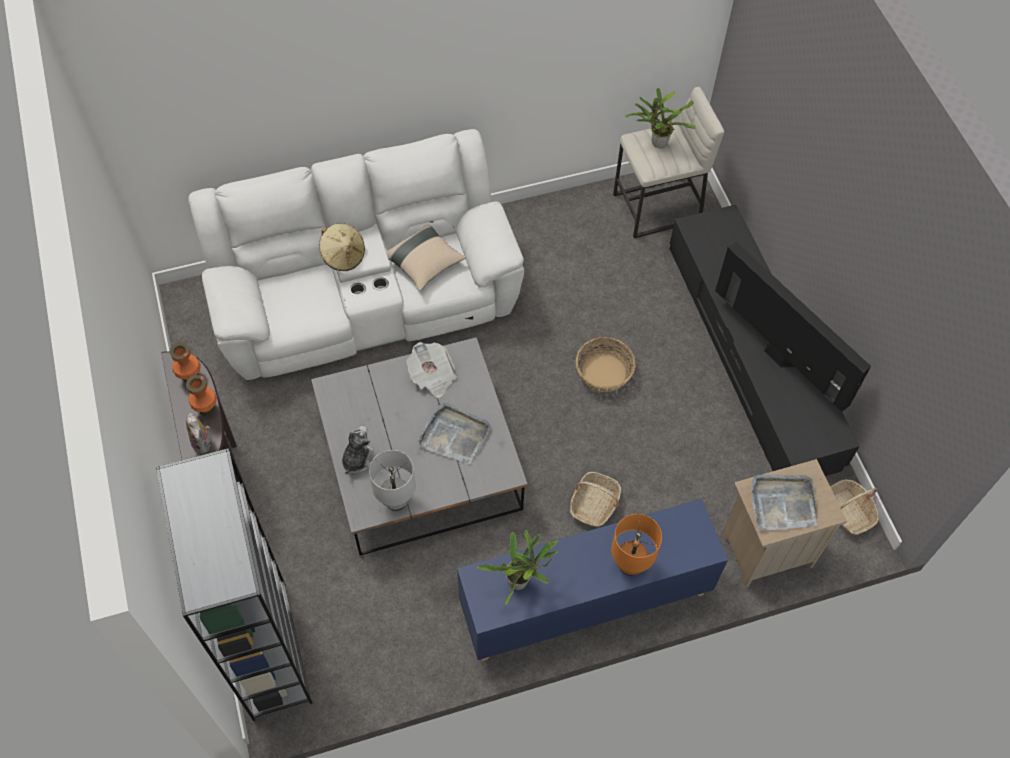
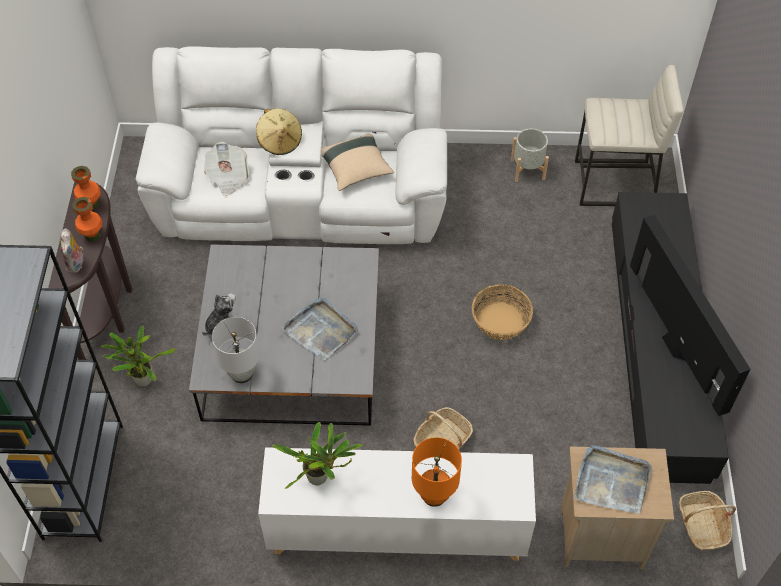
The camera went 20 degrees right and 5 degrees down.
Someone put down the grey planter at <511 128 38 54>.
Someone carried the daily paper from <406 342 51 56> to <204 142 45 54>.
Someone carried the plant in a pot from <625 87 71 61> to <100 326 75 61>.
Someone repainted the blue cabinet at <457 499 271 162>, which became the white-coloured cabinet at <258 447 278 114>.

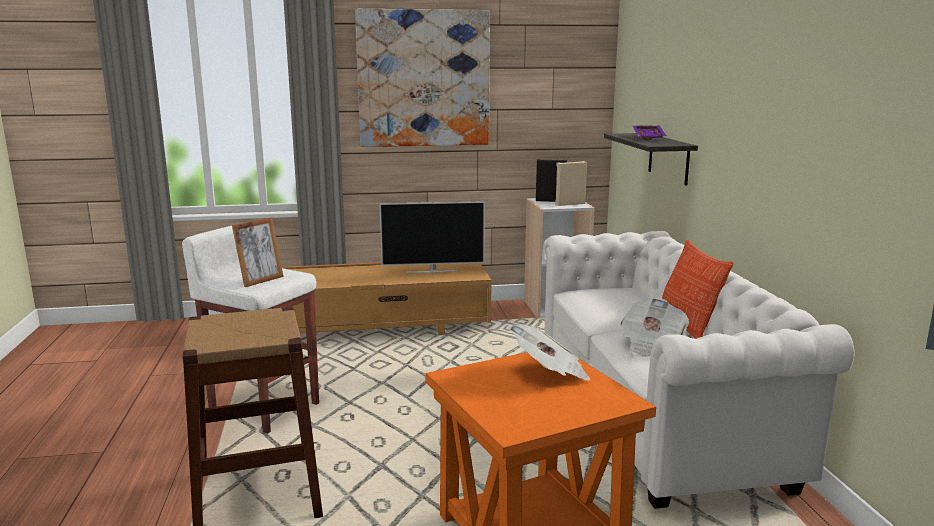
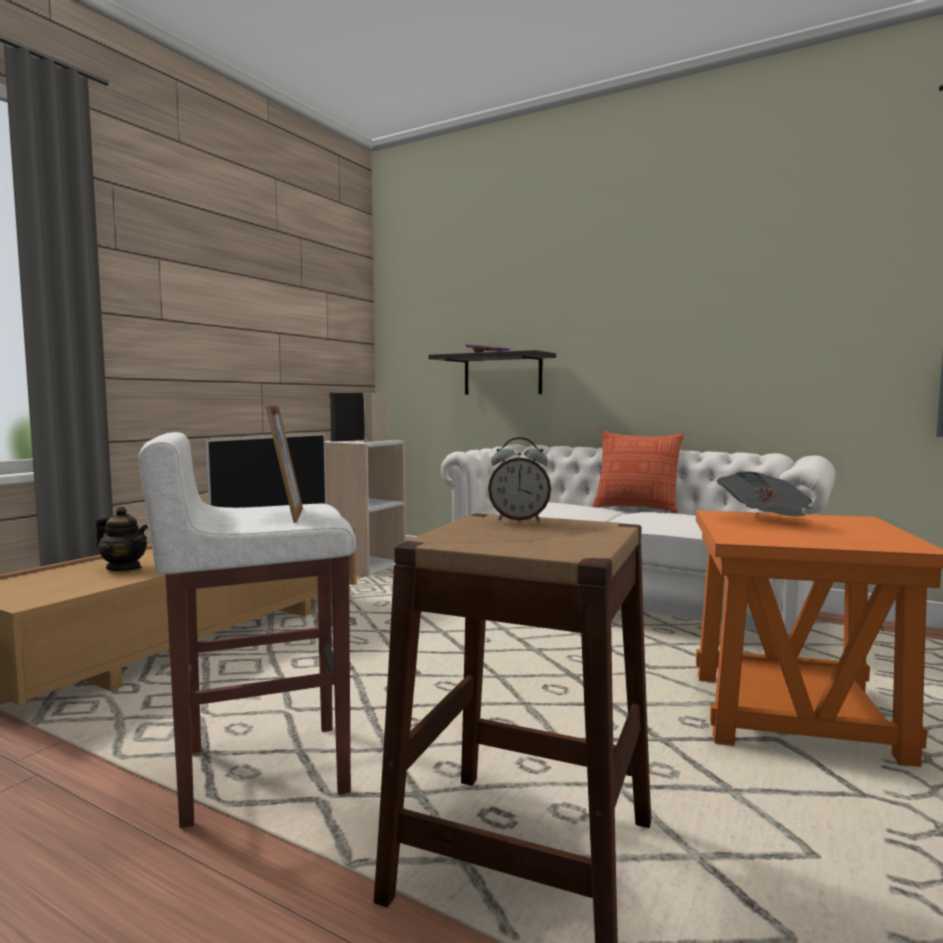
The camera went 50 degrees left and 10 degrees down.
Someone took away the wall picture at <355 9 135 138>.
Someone took away the daily paper at <620 298 69 59>.
Someone put down the teapot at <96 507 52 64>.
Someone put down the alarm clock at <488 437 63 84>.

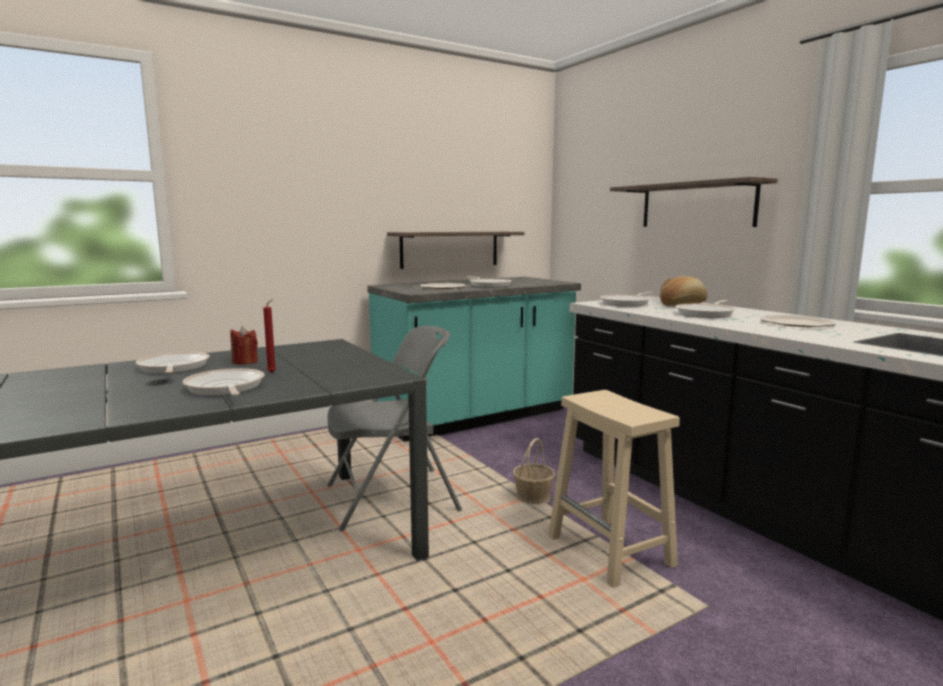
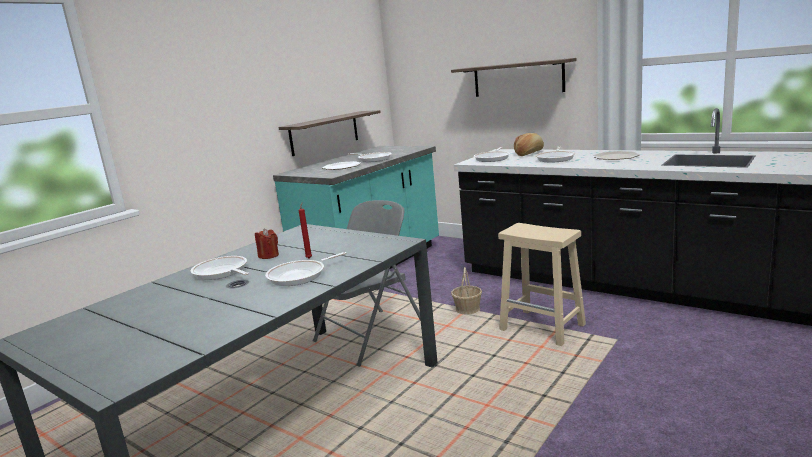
The camera went 20 degrees left and 5 degrees up.
Someone rotated the pan at <183 368 82 28> by 75 degrees counterclockwise.

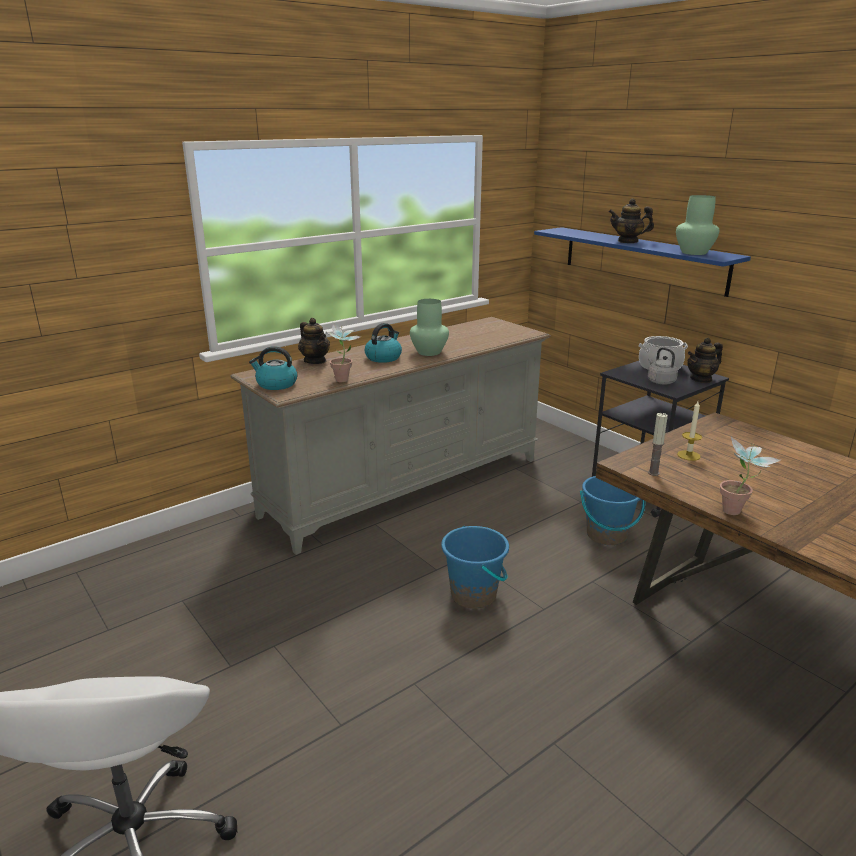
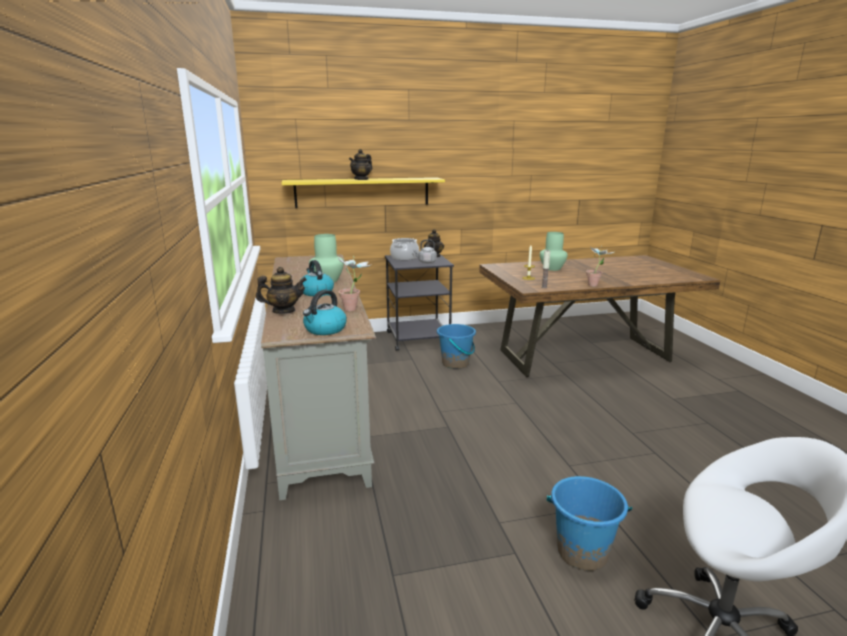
The camera went 65 degrees left and 5 degrees down.
Someone carried the blue bucket from <441 526 68 83> to <547 476 85 95>.
Someone carried the greenish decorative vase from <676 195 43 60> to <540 232 28 39>.
Someone repainted the blue wall shelf at <534 227 217 70>, which became the yellow wall shelf at <282 177 163 31>.

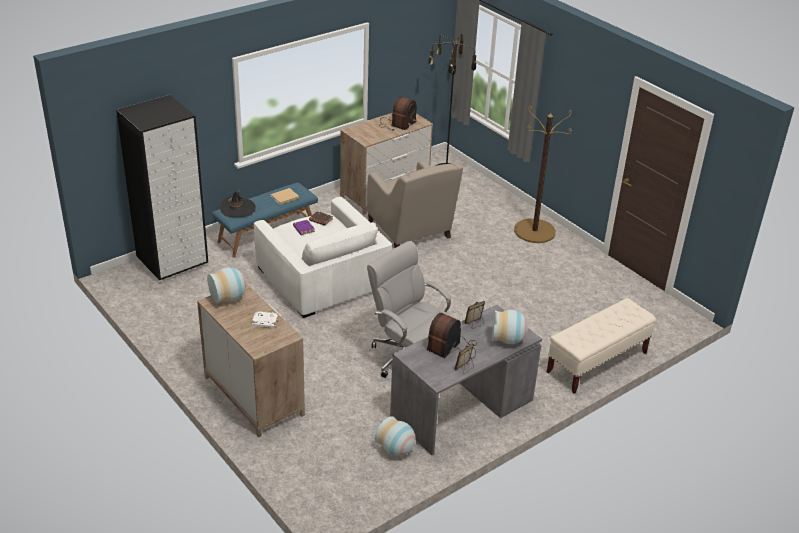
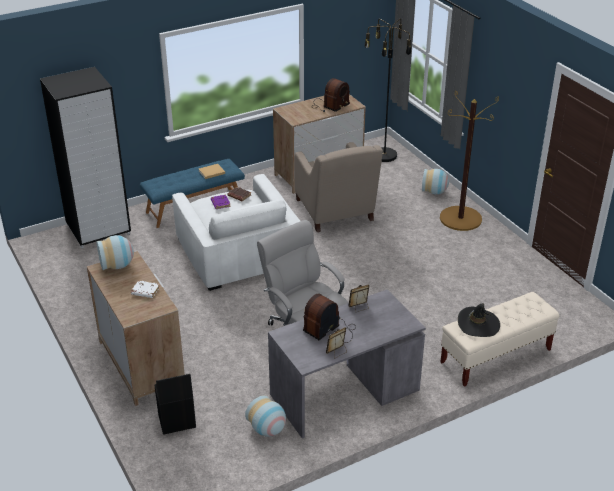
The camera went 10 degrees right and 0 degrees up.
Someone put down the black-coloured storage bin at <154 374 42 61>.
Someone carried the black-coloured hat from <220 190 36 27> to <458 302 42 35>.
Someone carried the decorative vase from <492 310 36 34> to <422 169 27 25>.

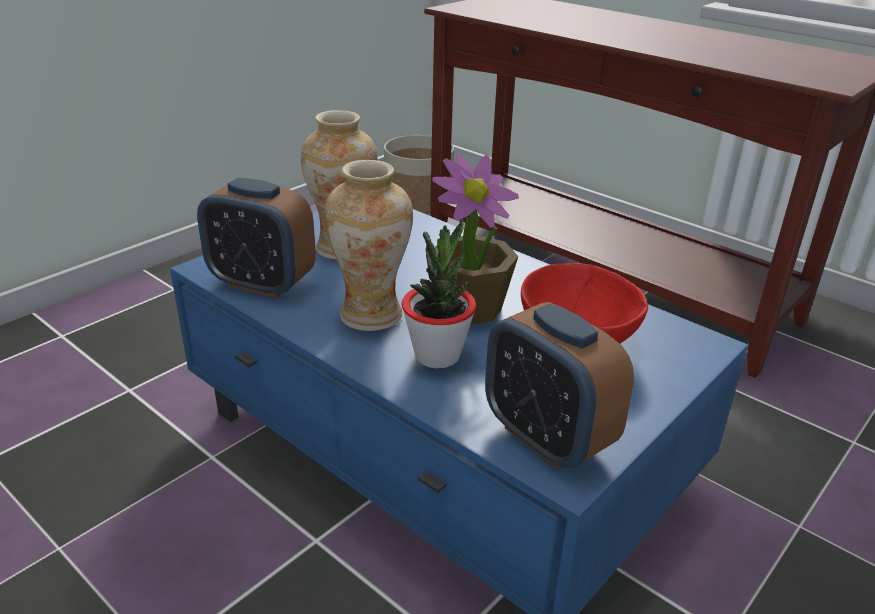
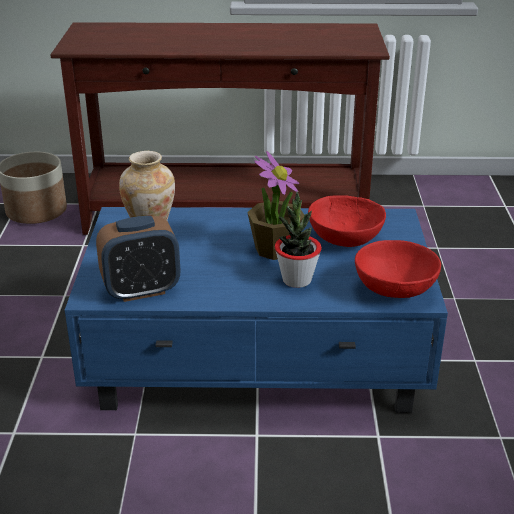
The camera went 40 degrees left and 0 degrees up.
Someone took away the decorative vase at <324 160 89 171>.
Someone swapped the alarm clock at <485 302 149 167> for the reddish serving bowl at <355 240 86 58>.

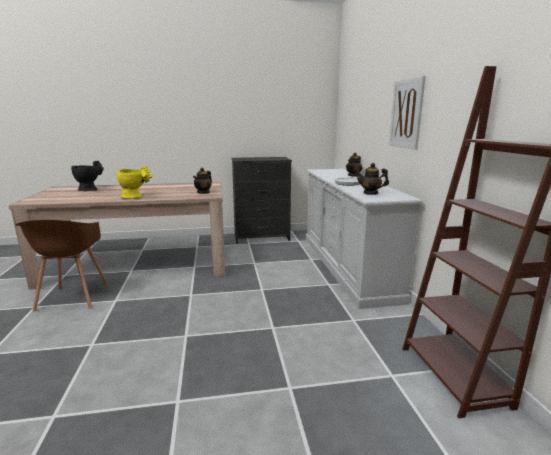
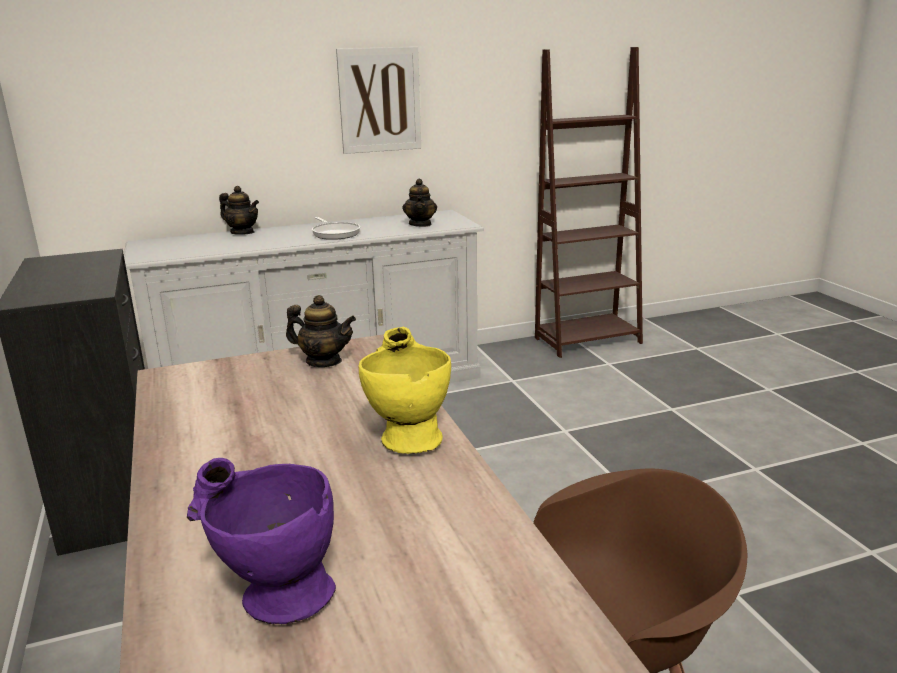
The camera went 100 degrees left and 5 degrees up.
Someone repainted the black-coloured decorative vase at <71 161 33 30>, which became the purple-coloured decorative vase at <187 458 149 166>.

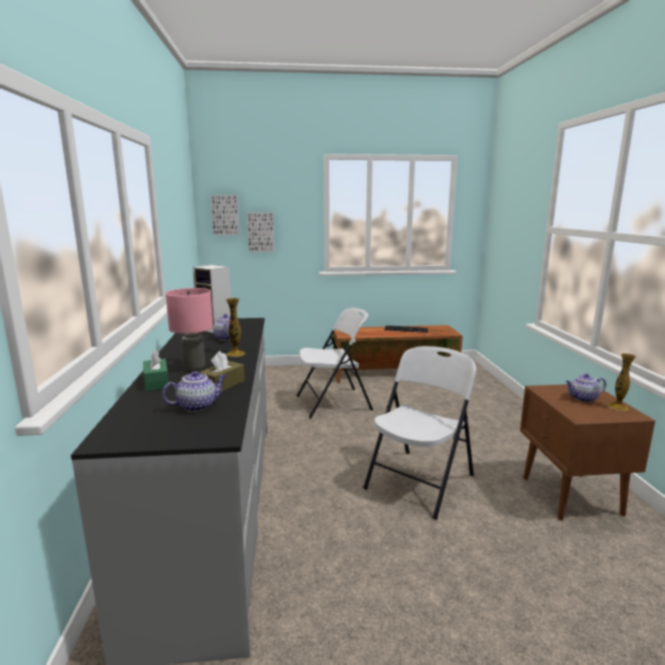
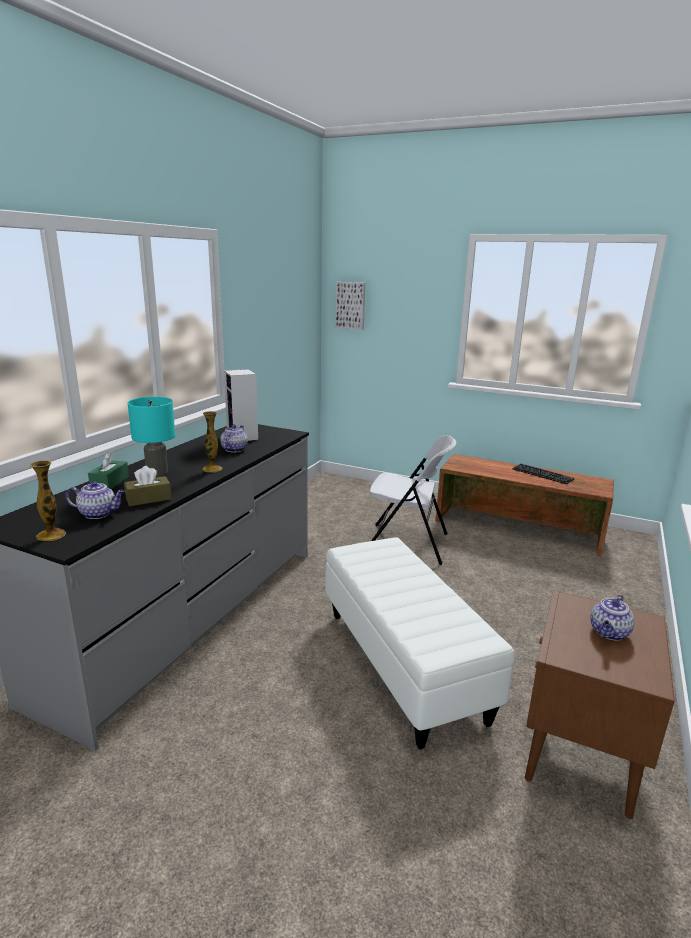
The camera went 30 degrees right and 5 degrees up.
Someone took away the wall picture at <247 212 27 40>.
Someone carried the decorative vase from <607 353 29 58> to <30 460 36 81>.
Someone swapped the white-coloured plain chair at <363 346 113 174> for the white-coloured ottoman at <325 537 190 213>.
Someone repainted the pink-coloured table lamp at <165 288 48 83>, which became the turquoise-coloured table lamp at <128 397 47 81>.
Someone rotated the teapot at <566 374 40 28> by 75 degrees counterclockwise.

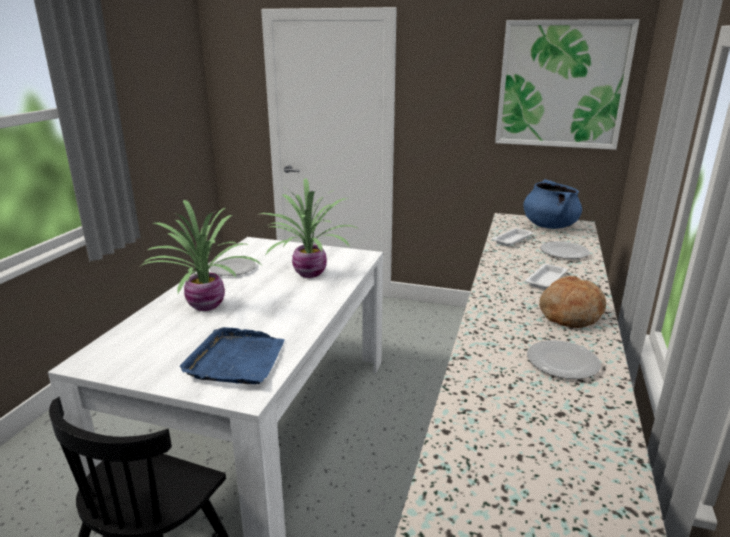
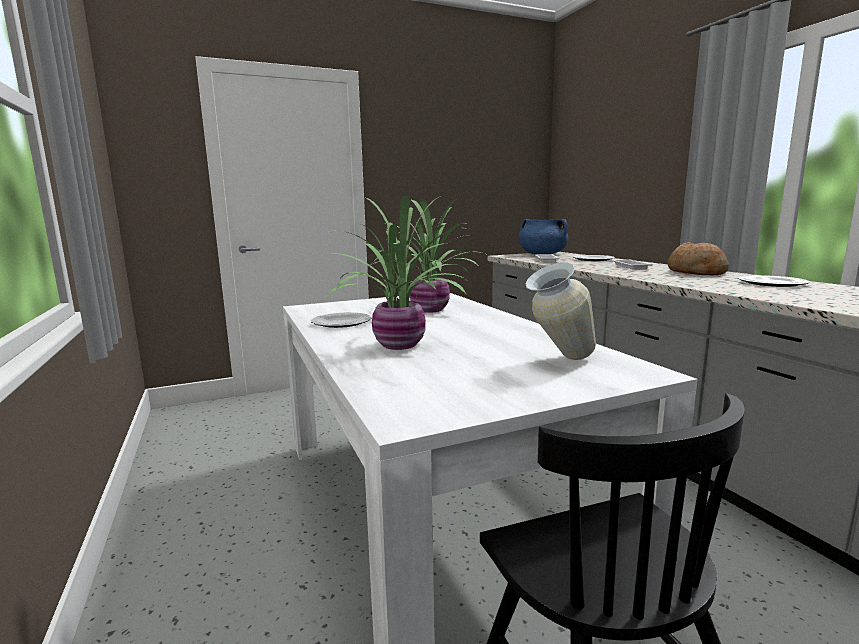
The camera went 40 degrees left and 10 degrees down.
Someone took away the wall picture at <495 19 145 131>.
Someone swapped the blue carrying tray at <179 327 105 57> for the decorative vase at <526 262 70 98>.

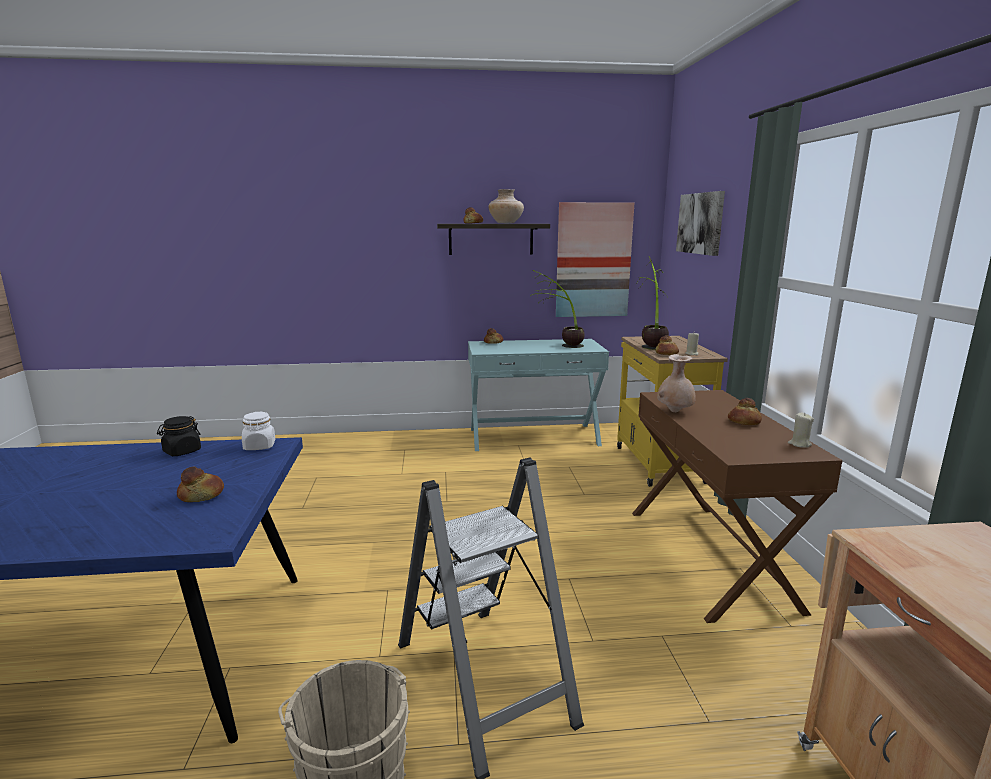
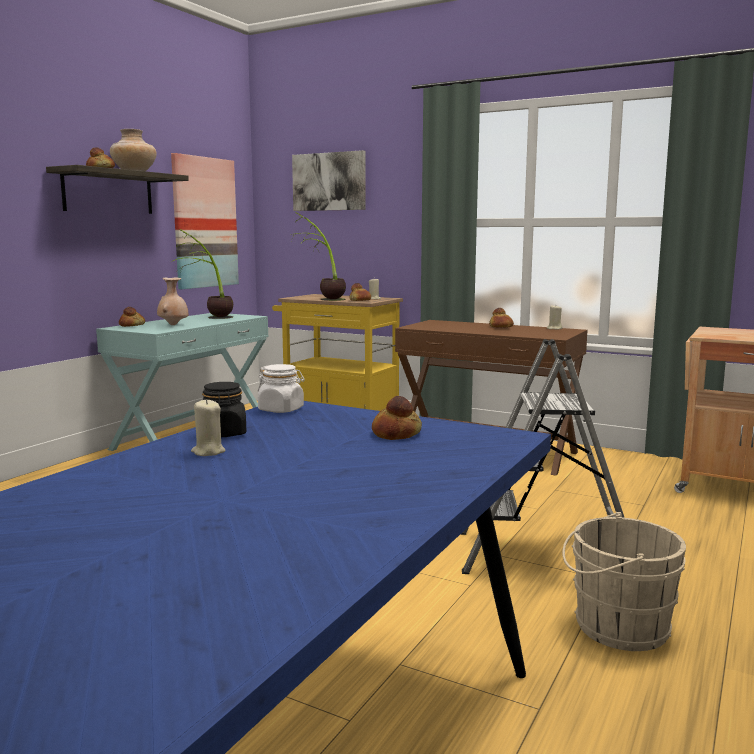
The camera went 55 degrees left and 5 degrees down.
Someone put down the beige wax candle at <191 399 35 57>.
Someone carried the beige decorative vase from <657 354 39 58> to <157 277 31 48>.

